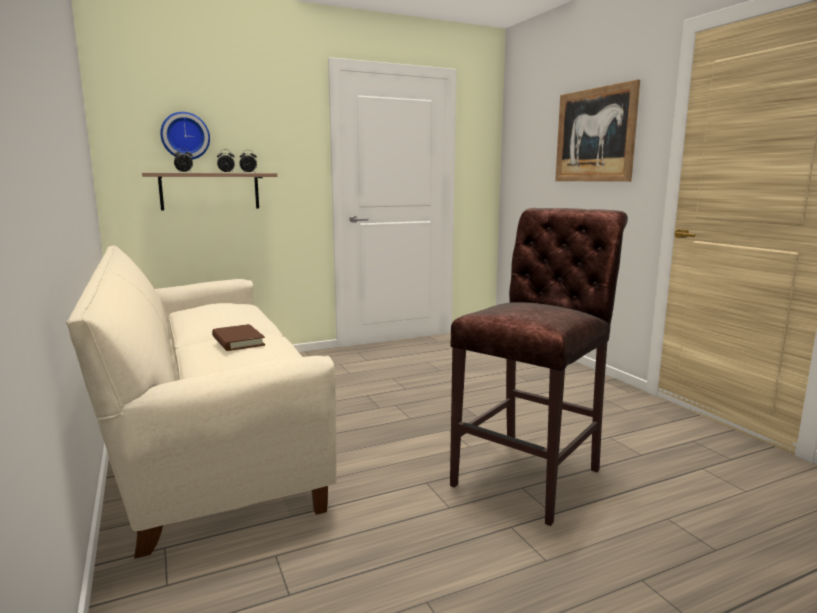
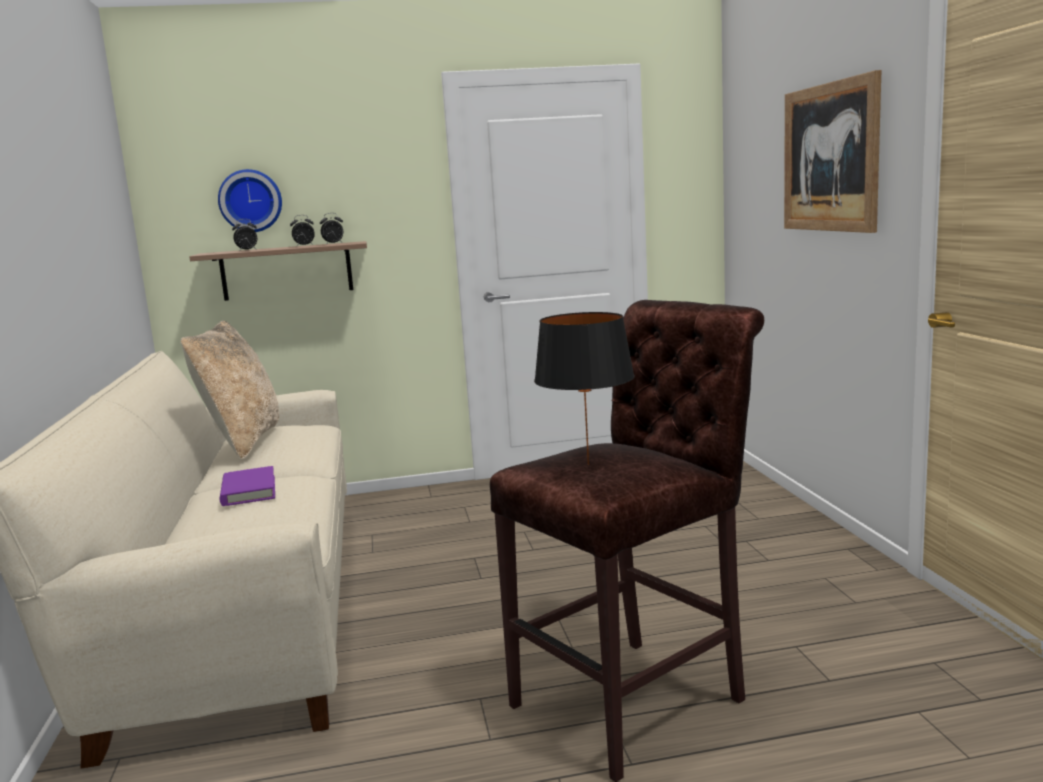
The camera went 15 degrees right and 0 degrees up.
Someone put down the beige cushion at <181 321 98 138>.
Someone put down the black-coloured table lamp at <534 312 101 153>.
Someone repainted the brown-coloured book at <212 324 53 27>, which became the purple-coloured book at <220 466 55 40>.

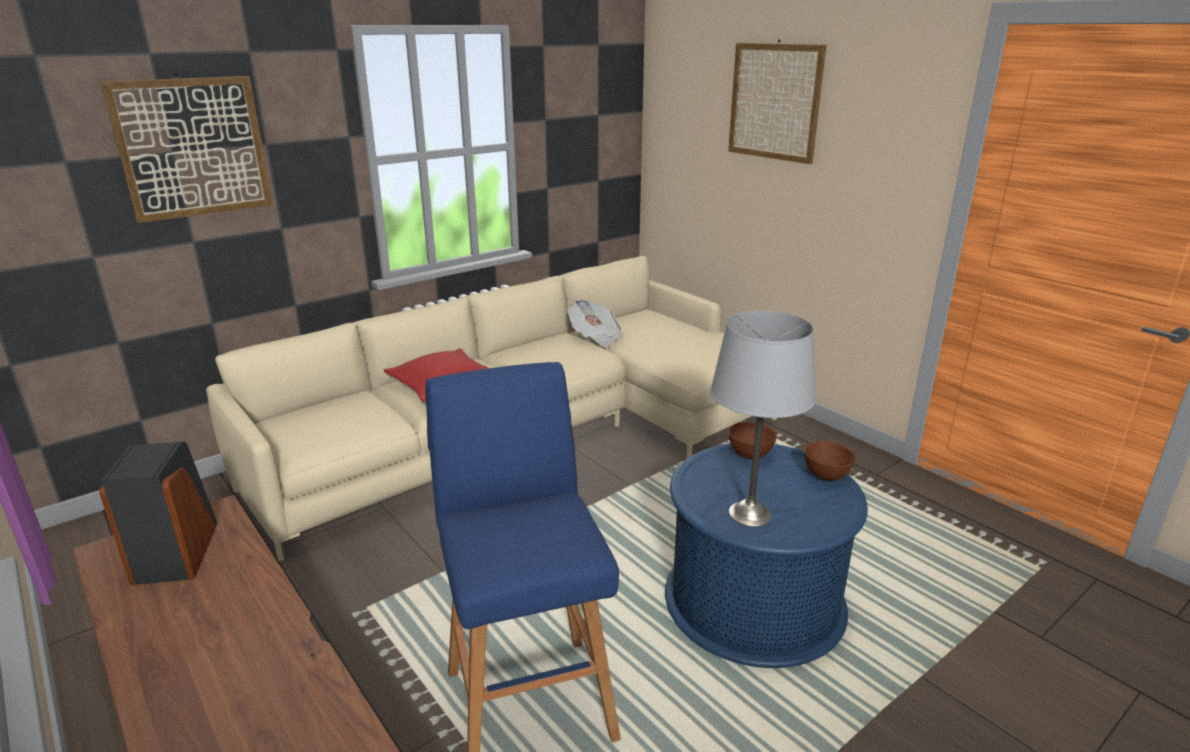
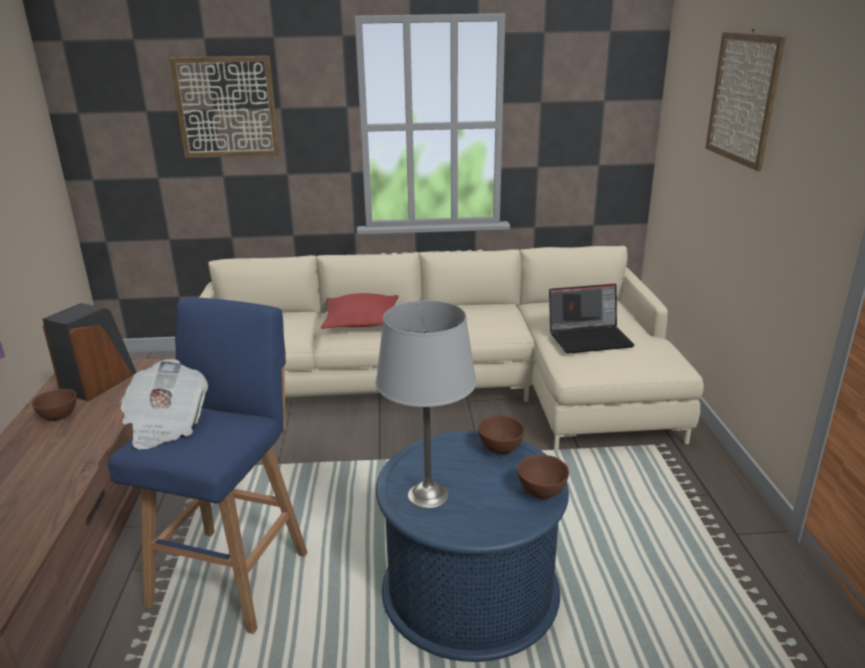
The camera went 35 degrees right and 0 degrees up.
Someone put down the brown-coloured serving bowl at <32 389 44 32>.
Someone put down the laptop at <549 284 86 70>.
Someone carried the daily paper from <567 299 57 48> to <119 359 89 91>.

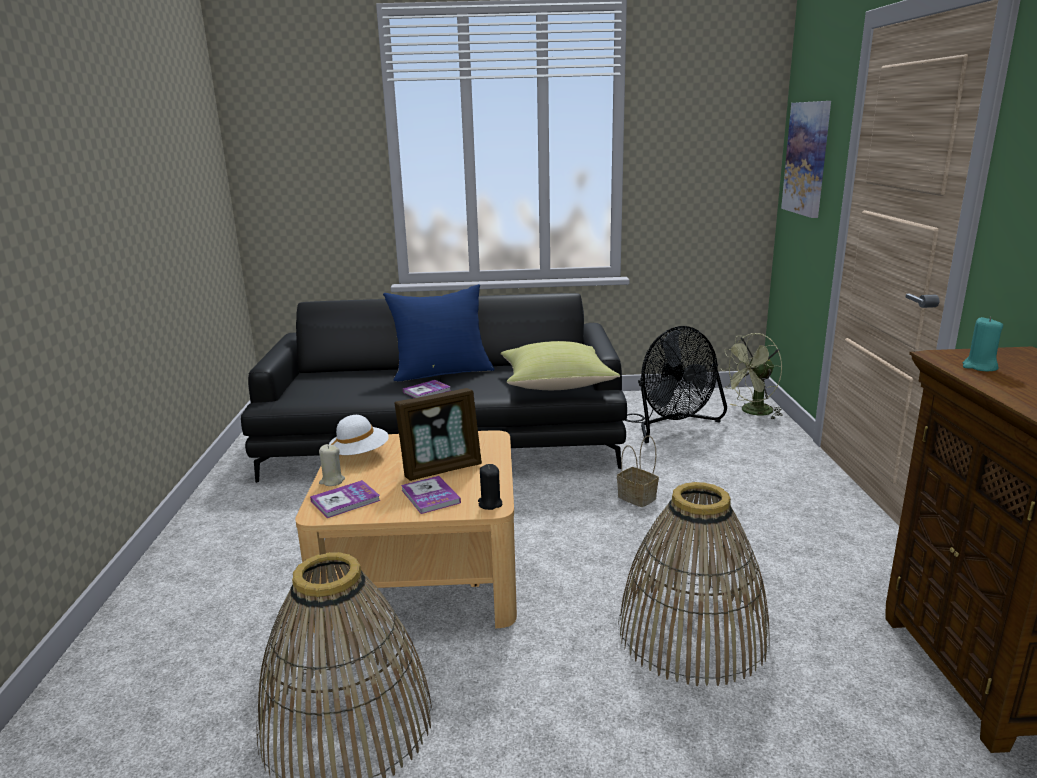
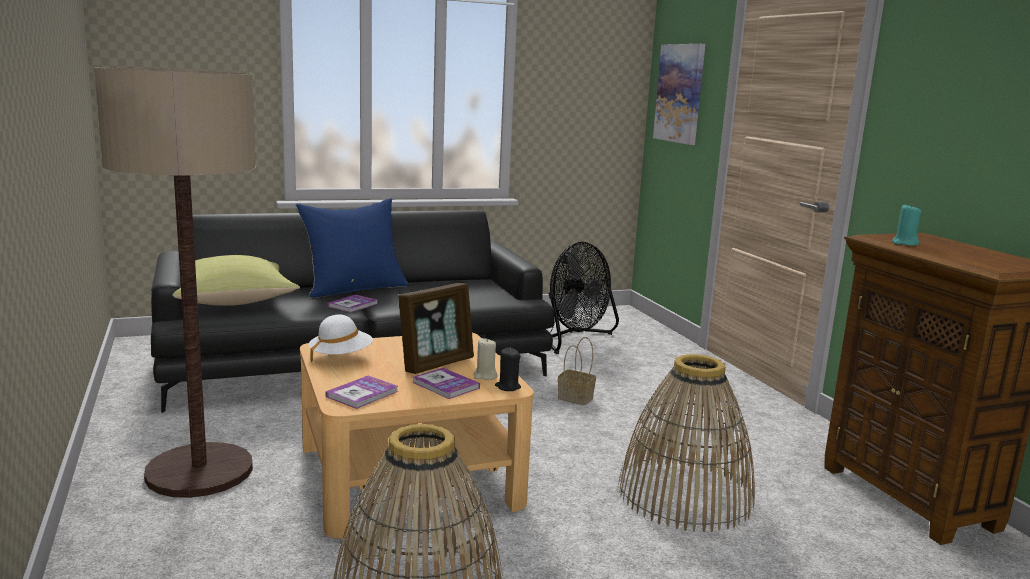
The camera went 20 degrees left and 5 degrees down.
Someone took away the greenish cooling fan at <720 333 63 87>.
Someone put down the floor lamp at <94 67 162 431>.
Someone carried the beige wax candle from <319 444 26 42> to <473 338 24 42>.
Someone carried the yellow cushion from <500 341 120 49> to <173 255 127 51>.

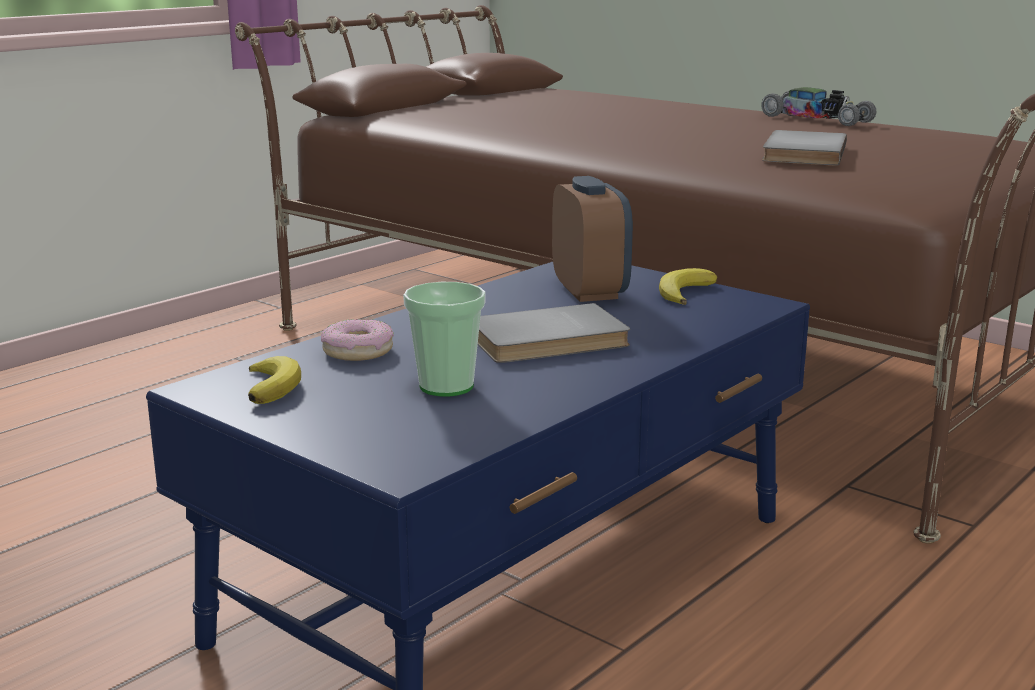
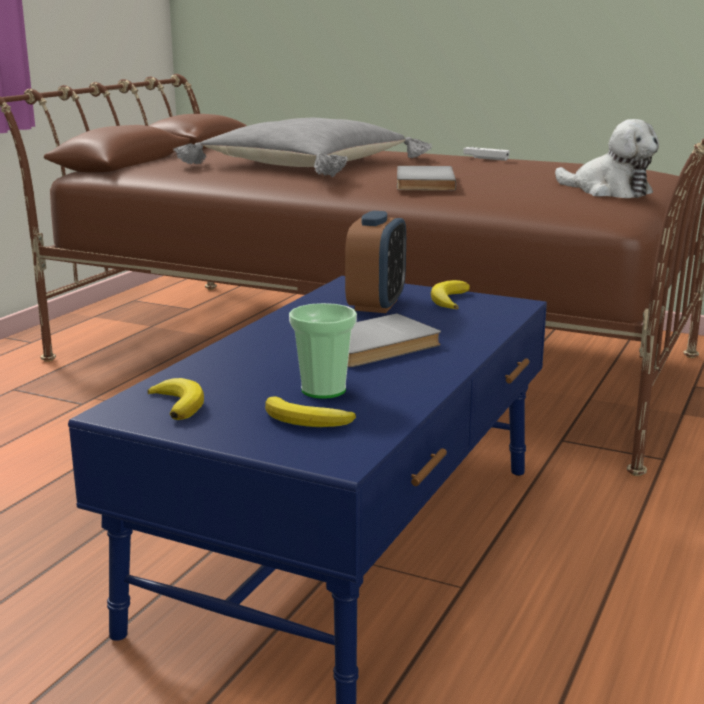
The camera went 15 degrees left and 0 degrees up.
Someone took away the donut at <321 319 73 42>.
Someone put down the grey cushion at <173 117 260 60>.
Someone put down the banana at <265 397 91 30>.
Someone put down the soft toy at <555 119 104 79>.
Someone carried the grey book from <762 130 85 35> to <397 166 59 25>.
Someone swapped the toy car at <761 87 115 39> for the white-coloured gamepad at <463 147 46 14>.
Someone rotated the alarm clock at <552 176 81 126> by 45 degrees clockwise.

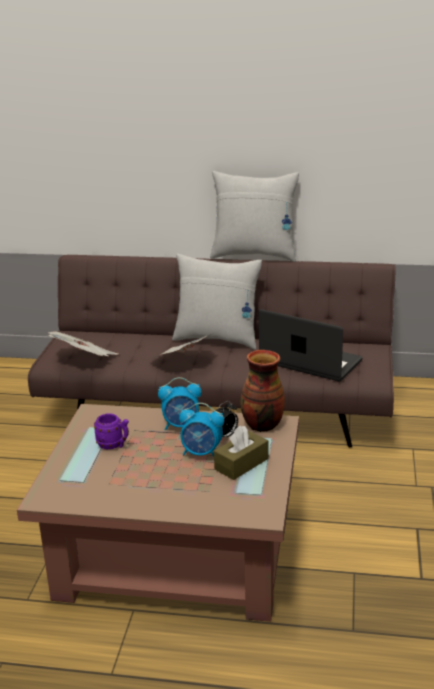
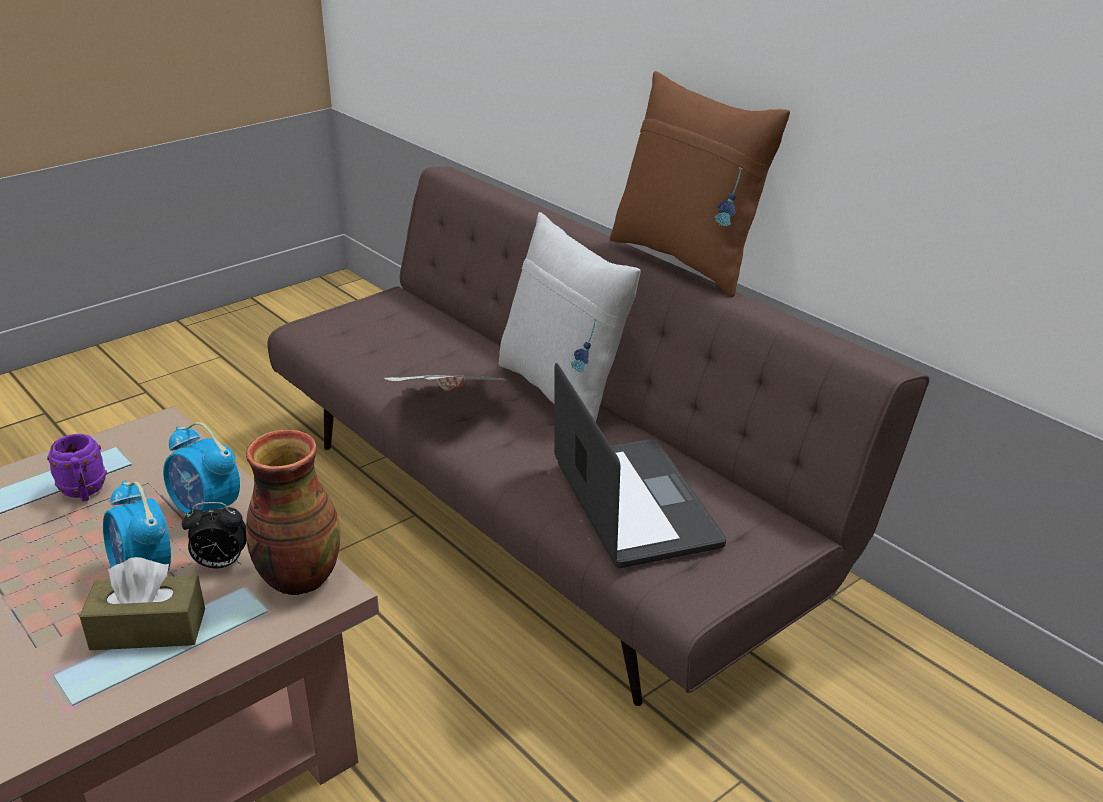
The camera went 40 degrees right and 5 degrees up.
Someone took away the daily paper at <48 332 71 24>.
Someone repainted the grey cushion at <210 171 89 91>, which became the brown-coloured cushion at <610 71 180 226>.

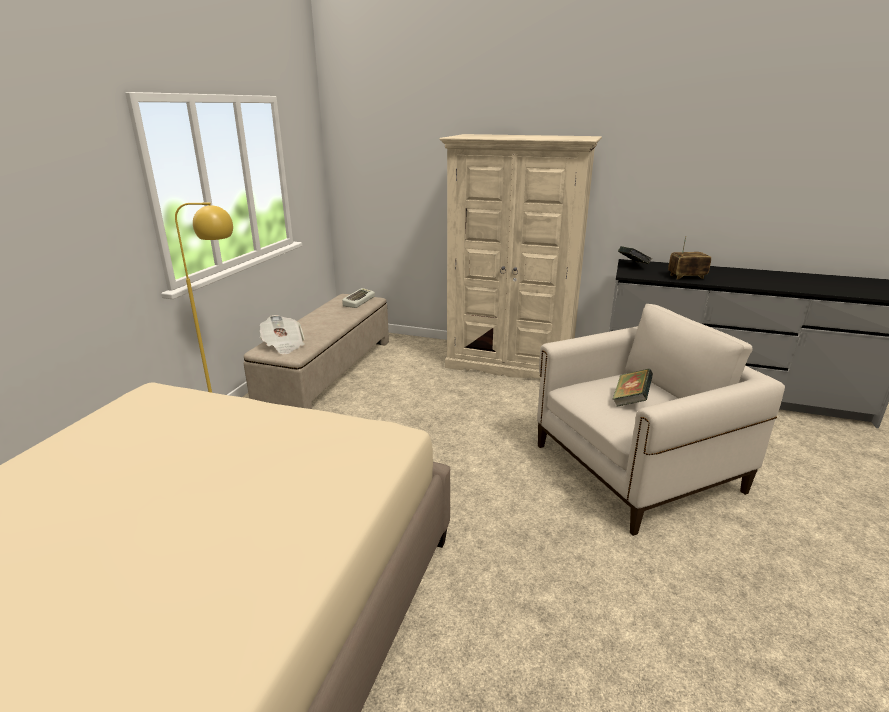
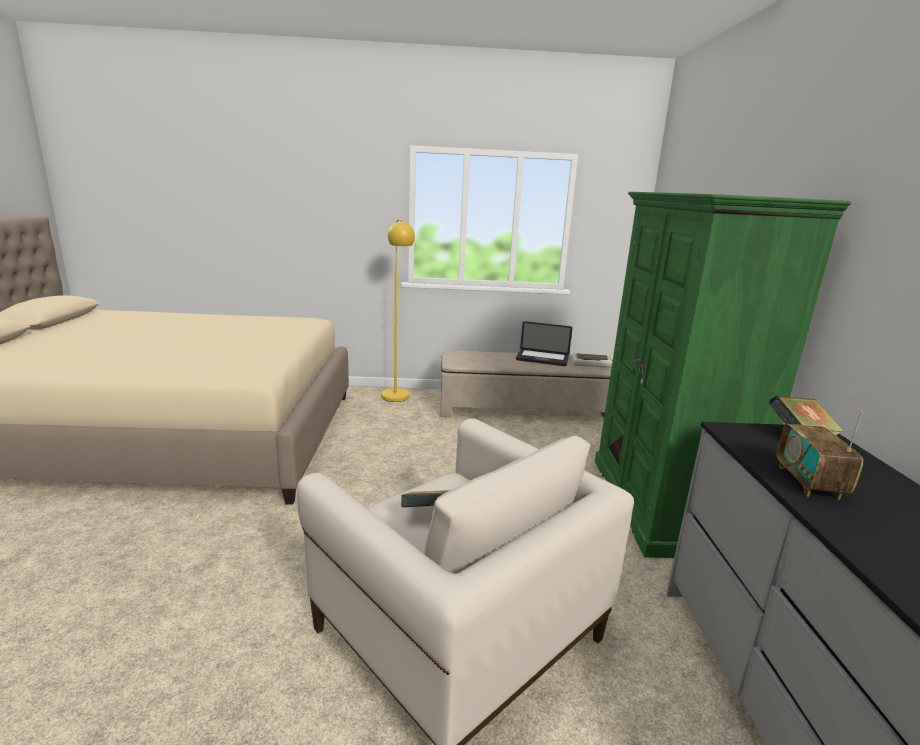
The camera went 70 degrees right and 5 degrees down.
Someone took away the daily paper at <260 315 45 40>.
Someone put down the laptop at <516 321 56 45>.
Someone repainted the beige wardrobe at <440 134 162 245>, which became the greenish wardrobe at <595 192 256 366>.
Someone rotated the radio receiver at <668 236 43 43> by 150 degrees counterclockwise.

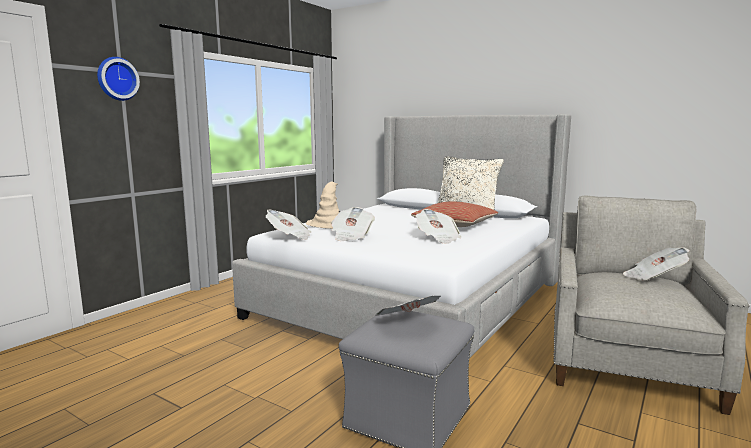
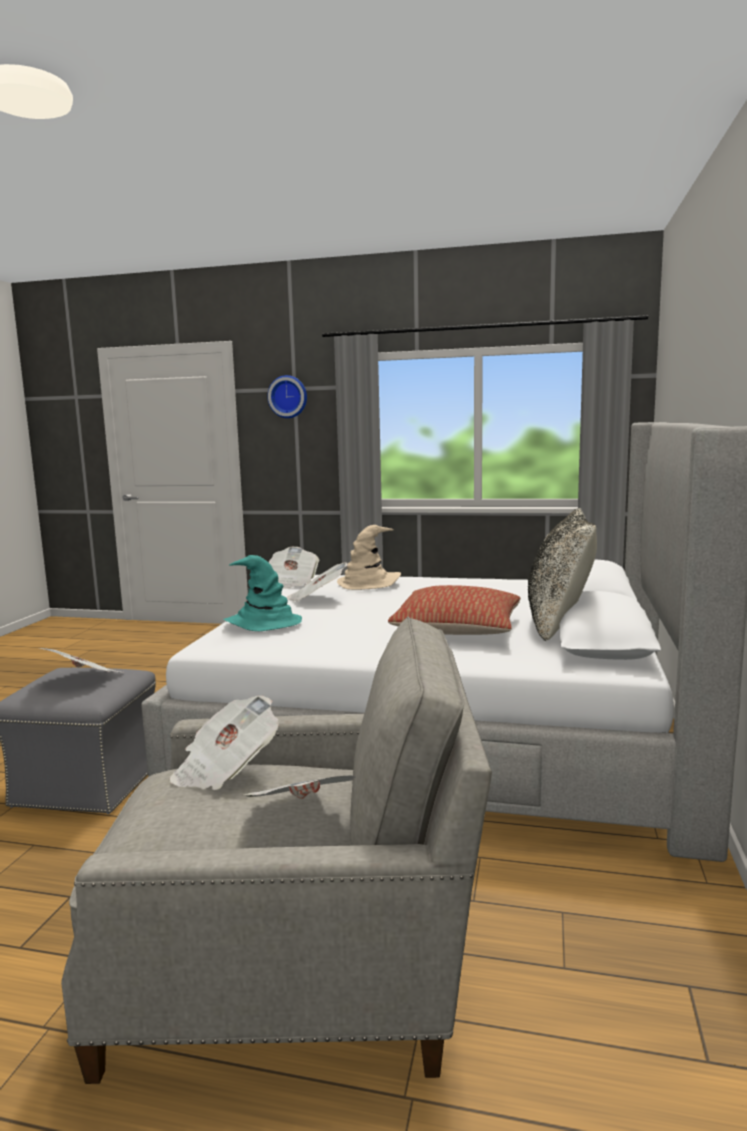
The camera went 70 degrees right and 0 degrees up.
Someone put down the turquoise-coloured hat at <224 555 78 76>.
Someone carried the daily paper from <416 209 45 35> to <170 696 109 94>.

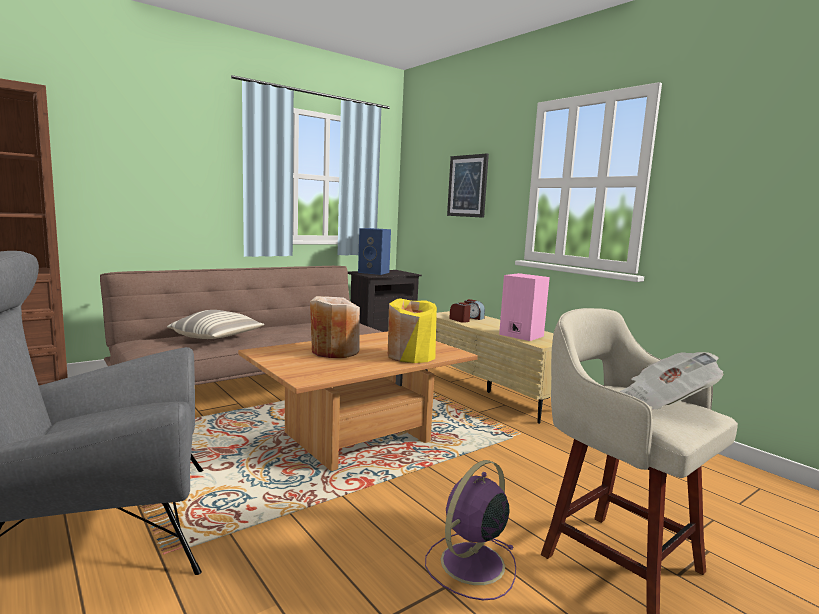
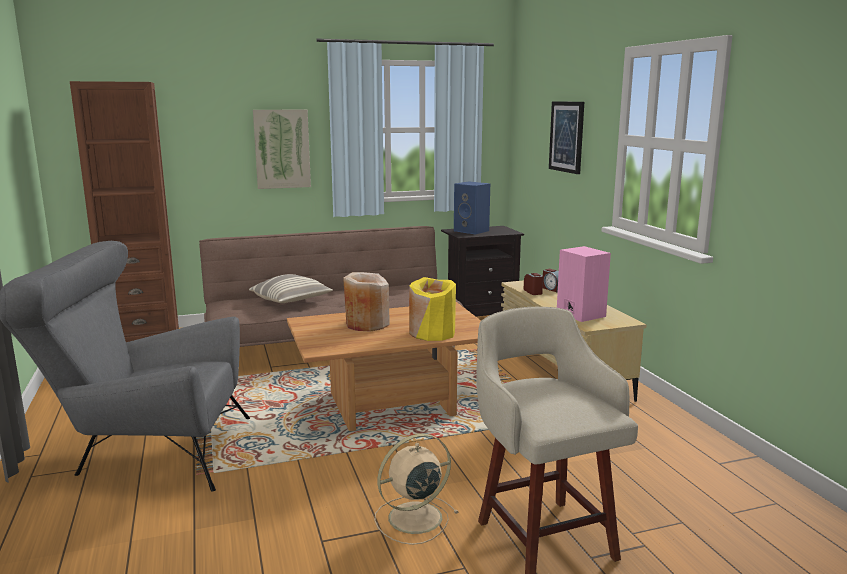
The camera went 20 degrees right and 5 degrees up.
Someone took away the daily paper at <619 352 104 58>.
Someone put up the wall picture at <253 110 58 79>.
Someone repainted the purple-coloured cooling fan at <425 460 91 140>, which became the beige cooling fan at <374 434 85 111>.

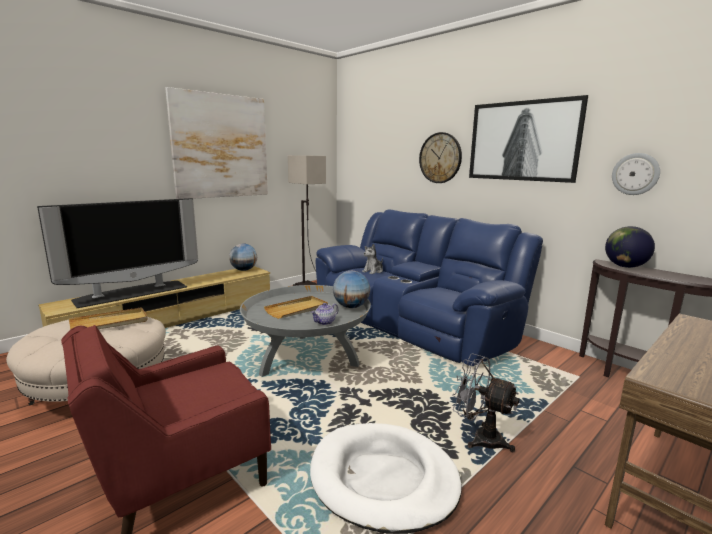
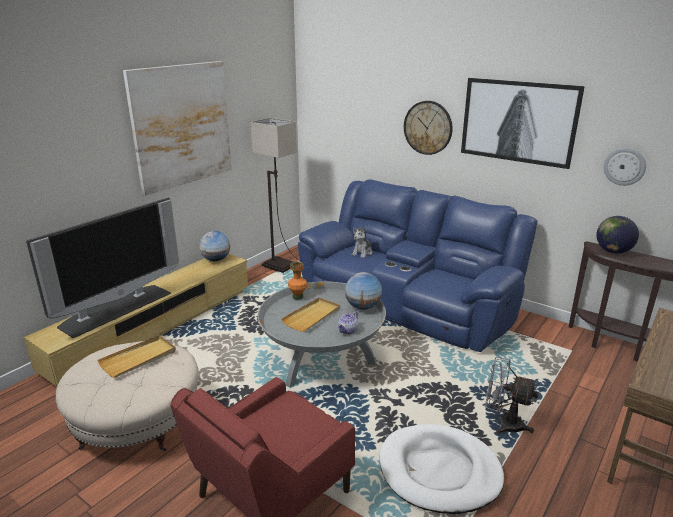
The camera went 10 degrees left and 10 degrees up.
Someone put down the orangey decorative vase at <288 262 19 37>.

